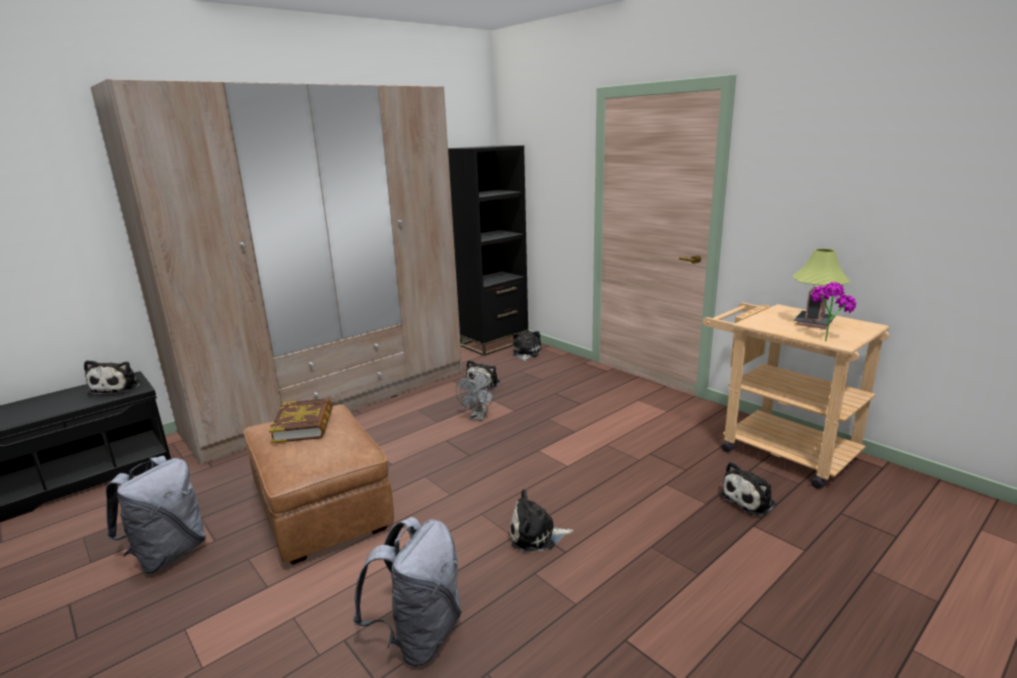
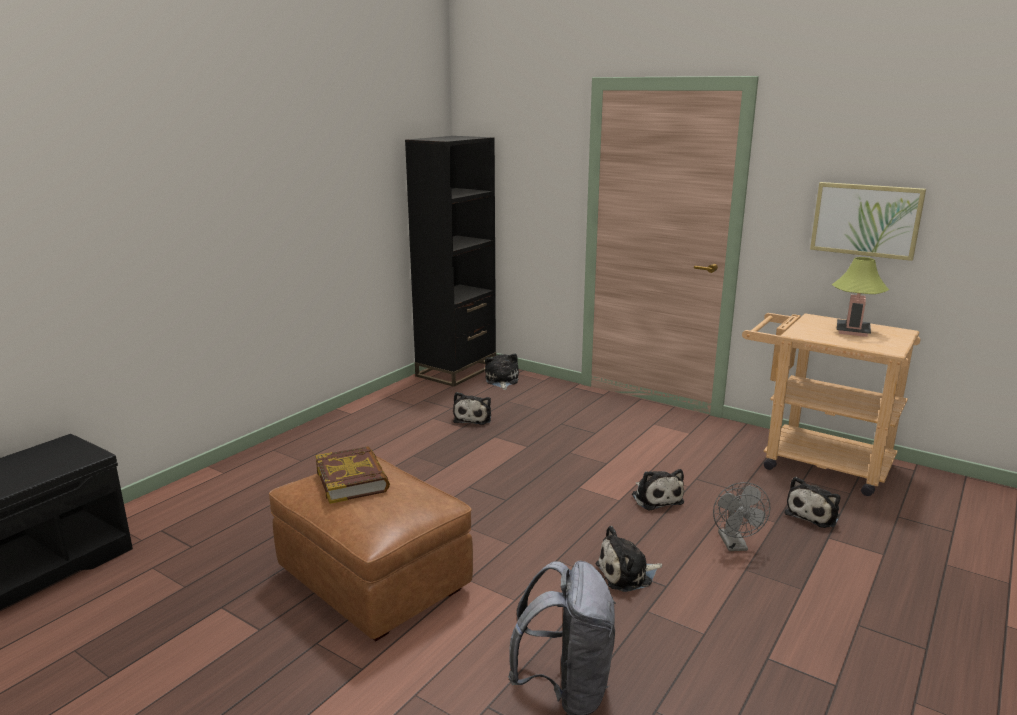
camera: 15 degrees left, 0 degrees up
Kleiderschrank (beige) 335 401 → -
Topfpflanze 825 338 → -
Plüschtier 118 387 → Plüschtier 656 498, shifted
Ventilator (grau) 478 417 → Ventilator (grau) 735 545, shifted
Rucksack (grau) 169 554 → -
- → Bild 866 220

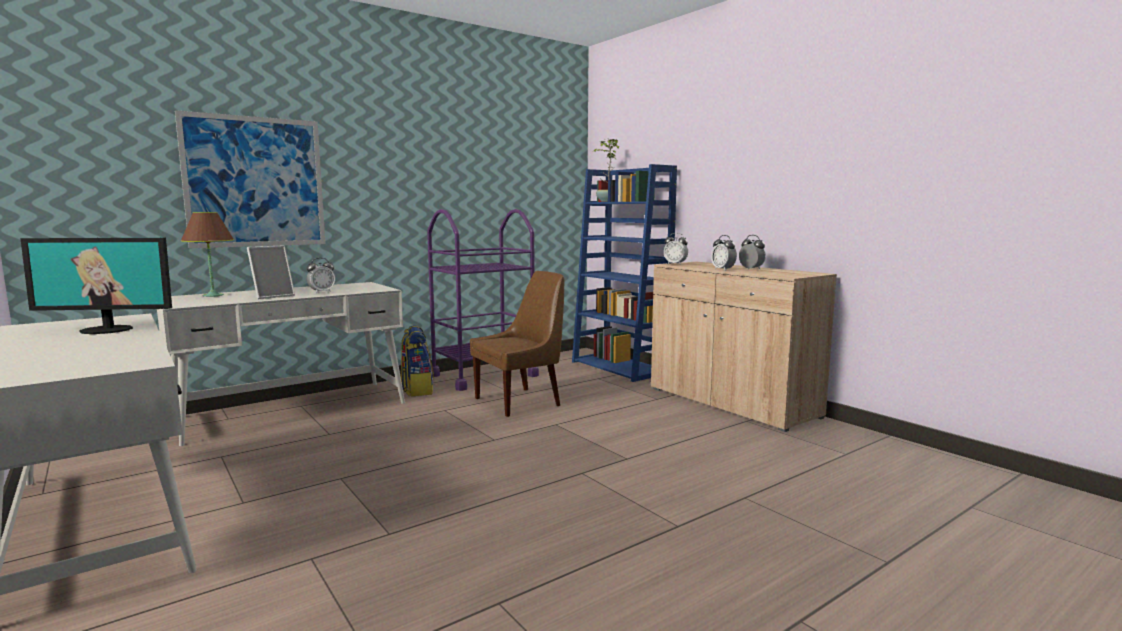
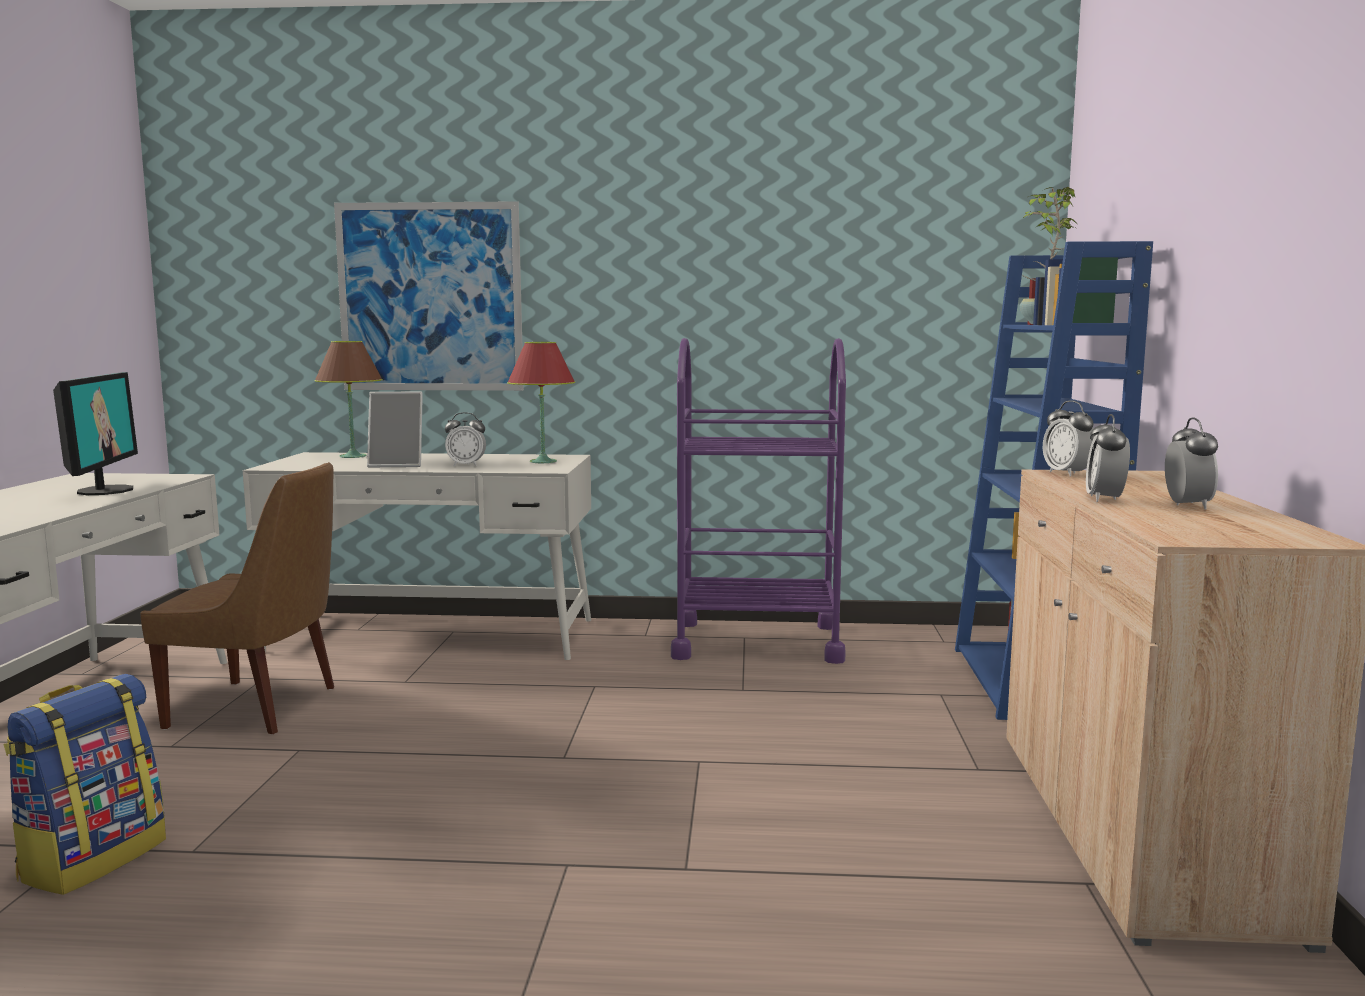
camera: 40 degrees right, 0 degrees up
Monitor 107 330 → Monitor 104 490, 135 degrees counterclockwise
Stuhl (braun) 520 401 → Stuhl (braun) 259 707, shifted
Rucksack 417 390 → Rucksack 93 859, shifted
- → Tischlampe (rot) 543 461

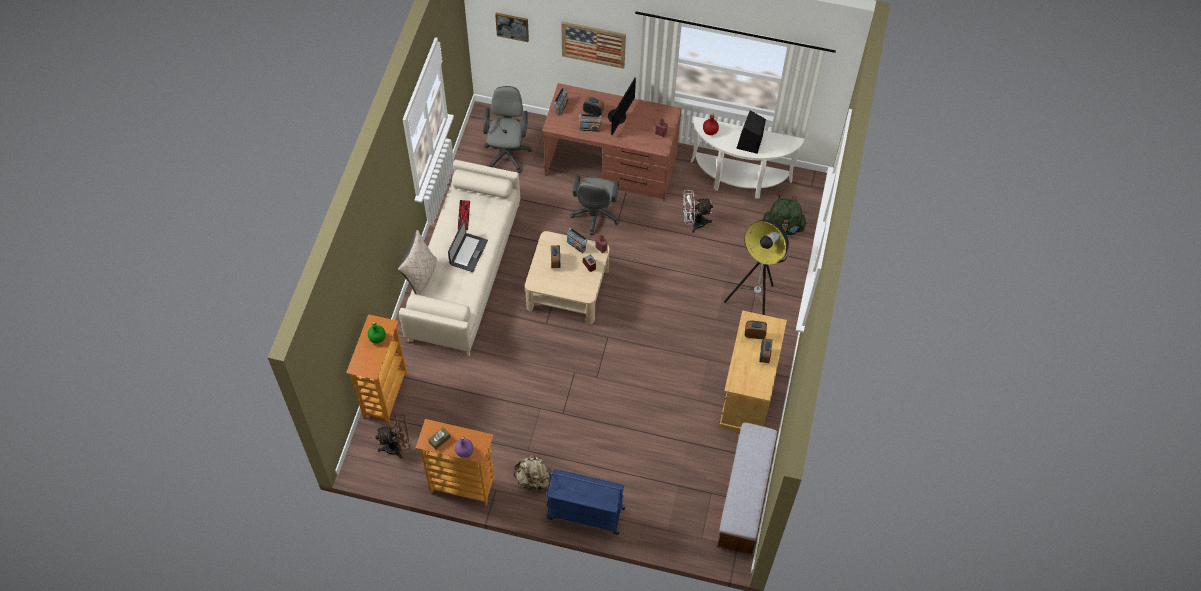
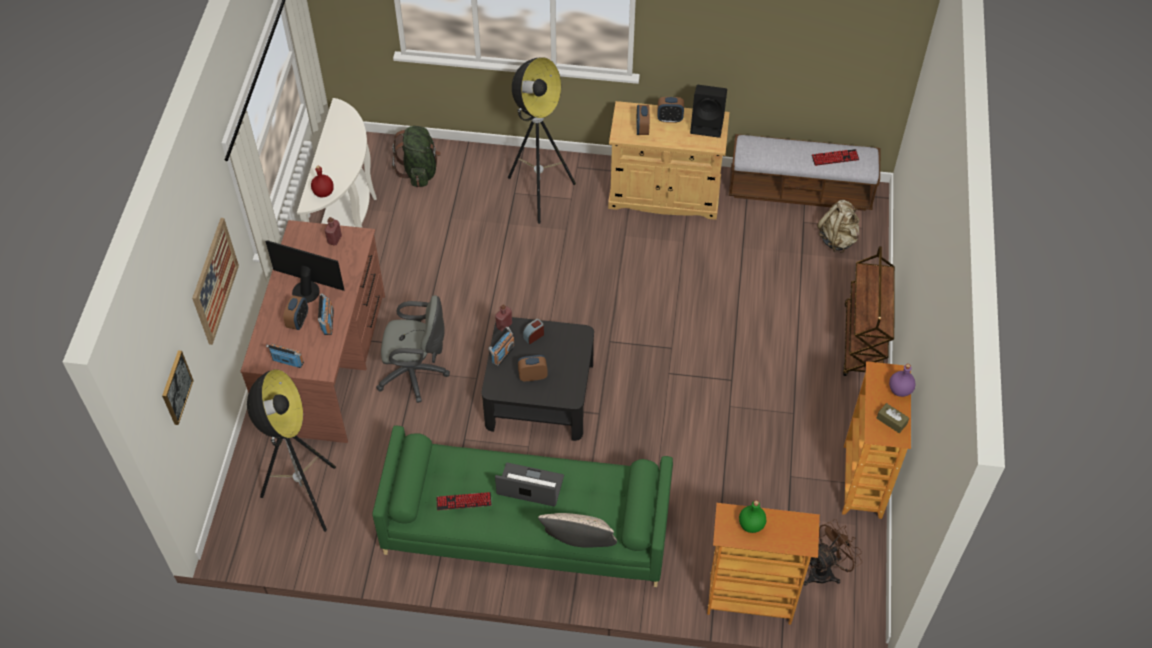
camera: 95 degrees left, 5 degrees down
Bürostuhl (grau) 507 152 → Stehlampe 304 497
Lautsprecher (schwarz) 749 143 → Lautsprecher (schwarz) 708 124, shifted
Sofa (beige) 464 271 → Sofa (grün) 525 527
Ventilator (weiß) 694 222 → -
Couchtisch (beige) 567 288 → Couchtisch (schwarz) 539 394
Ventilator (braun) 397 447 → Ventilator (braun) 825 570, 75 degrees clockwise
Rucksack (beige) 532 479 → Rucksack (beige) 837 239, shifted
Rollwagen (blau) 585 513 → Rollwagen (braun) 863 342
- → Tastatur 835 158

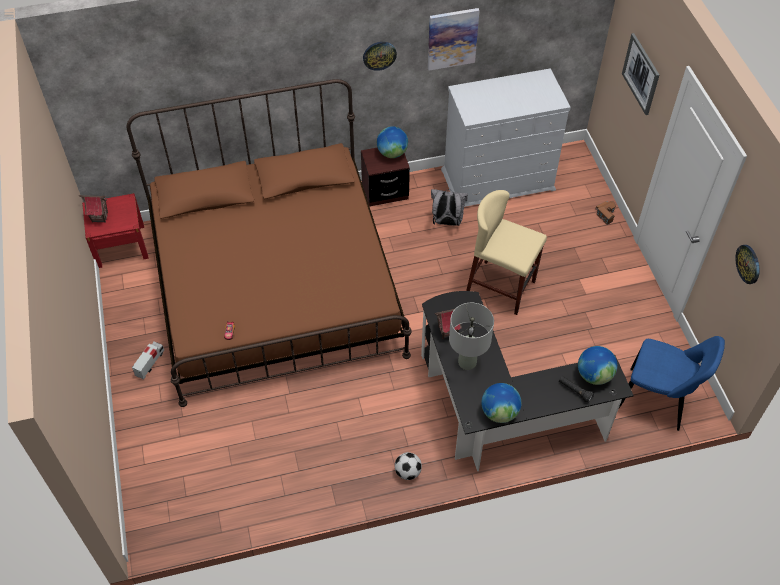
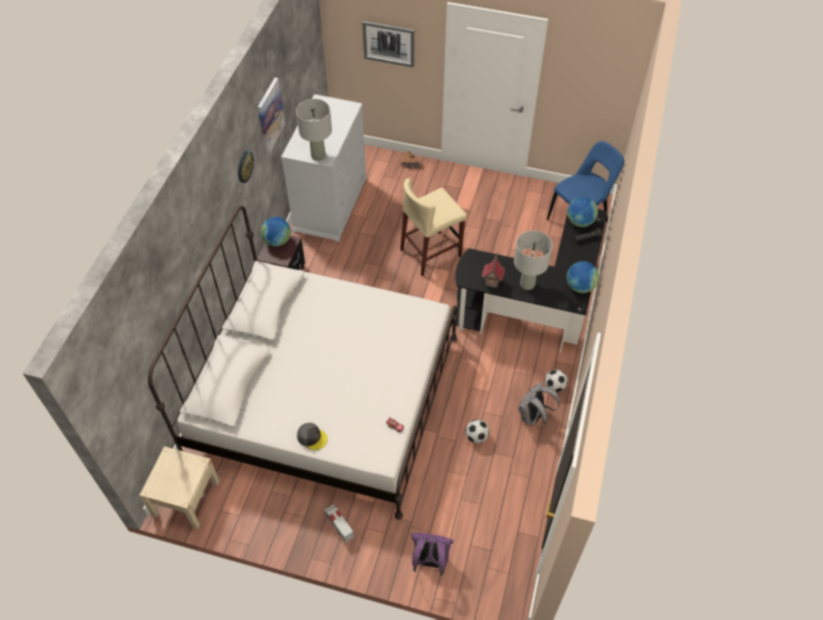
camera: 60 degrees left, 0 degrees up
Bett (braun) 275 287 → Bett (weiß) 324 396
Rucksack (grau) 446 222 → Rucksack (grau) 533 417, shifted
Nachttisch (rot) 121 246 → Nachttisch (beige) 186 498
Spielzeughaus 100 217 → -
Wanduhr 748 264 → -
- → Tischlampe (grau) 318 156
- → Fußball 476 436
- → Kappe (grau) 312 437
- → Rucksack (lila) 430 561

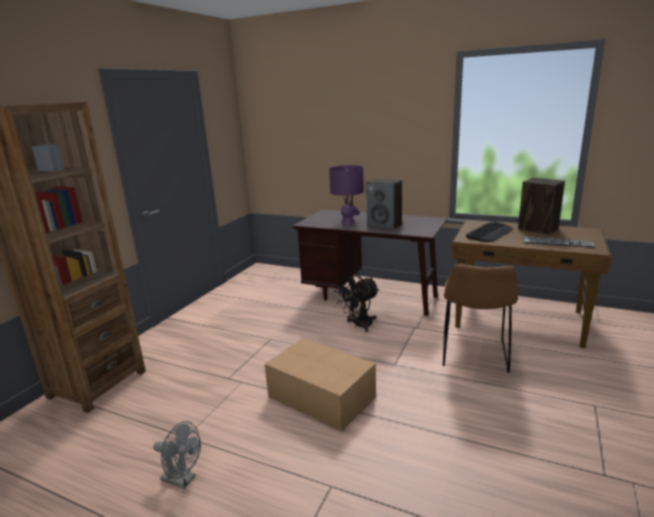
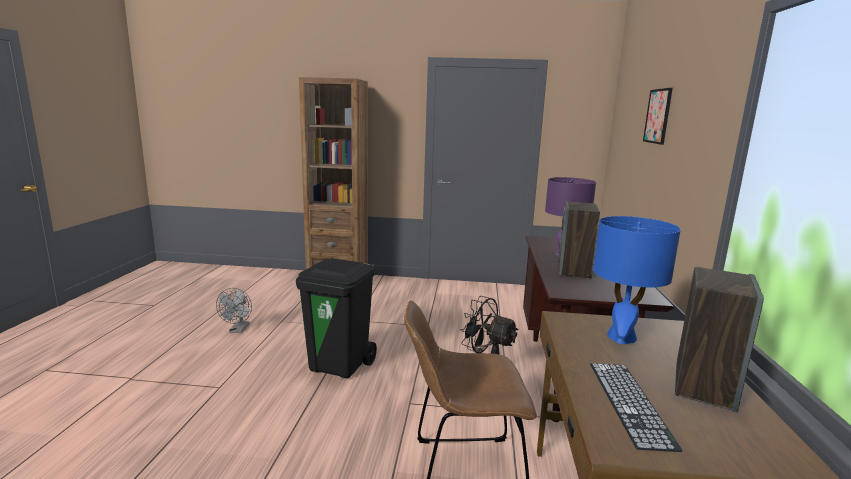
camera: 70 degrees right, 5 degrees down
Tastatur 490 233 → Tischlampe (blau) 621 337
Karton 320 395 → Mülleimer (schwarz) 340 365
- → Bild 658 116

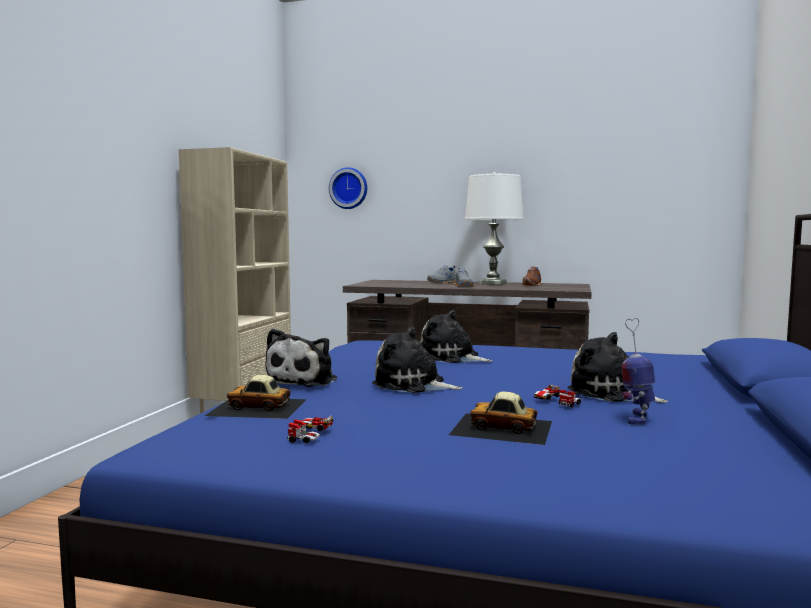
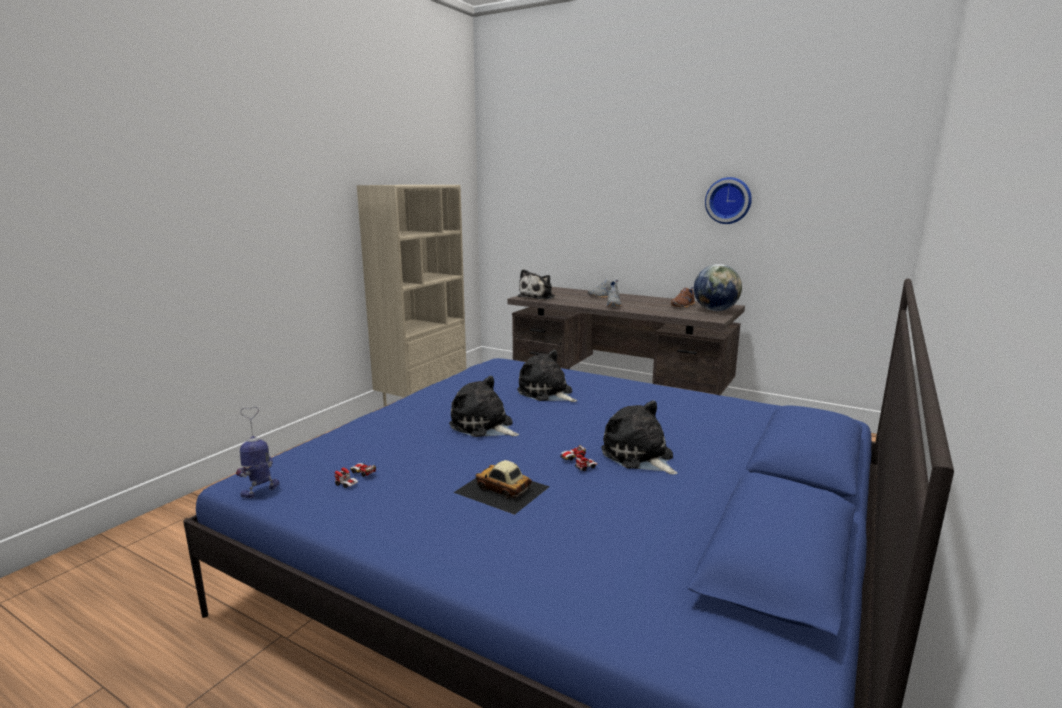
camera: 15 degrees right, 10 degrees up
Wanduhr 349 188 → Wanduhr 728 200, shifted
Tischlampe (weiß) 493 283 → -
Spielzeugroboter 636 418 → Spielzeugroboter 261 490, shifted
Plüschtier 304 381 → Plüschtier 538 297, shifted
Spielzeugauto 258 407 → -
- → Globus 715 310

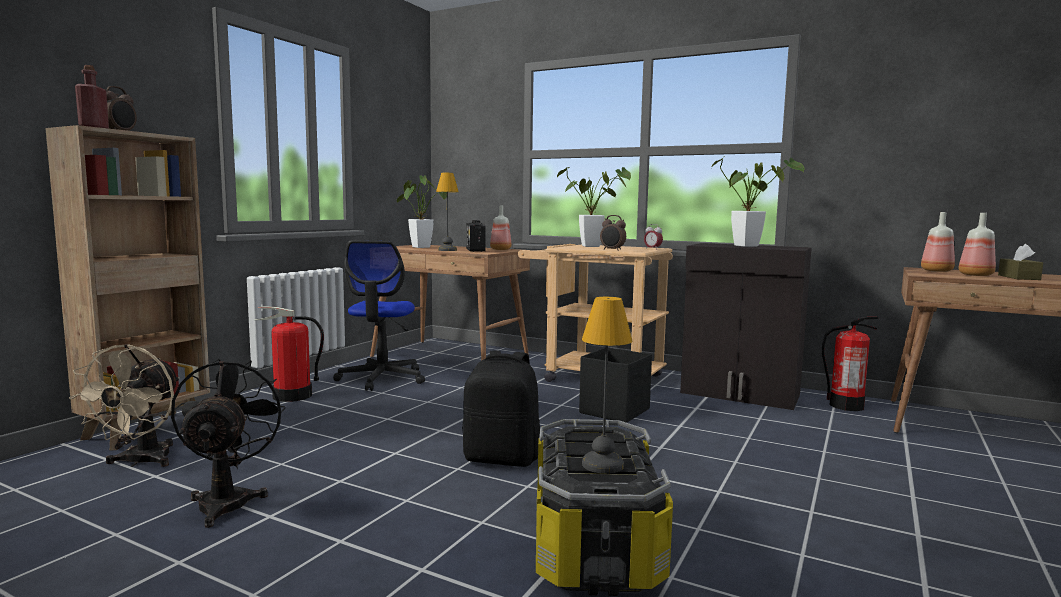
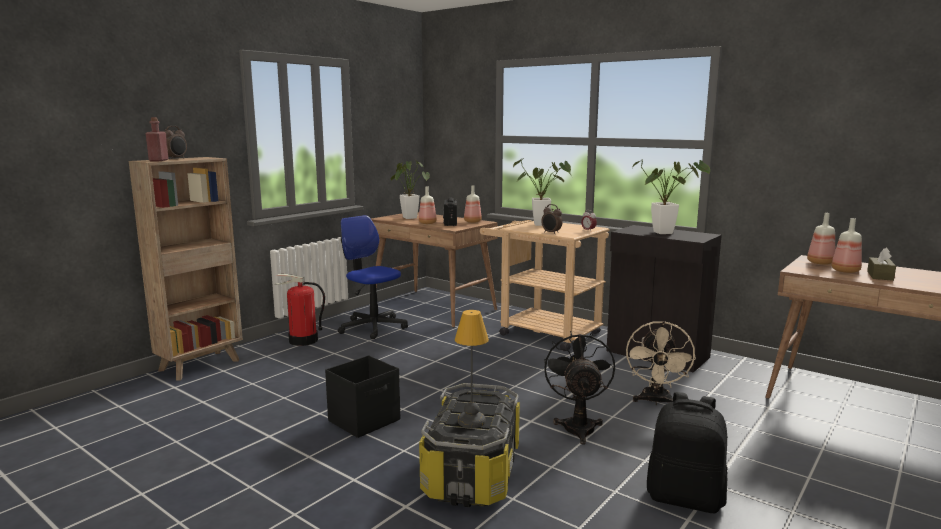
camera: 10 degrees right, 5 degrees up
Tischlampe 448 250 → Flasche 428 223
Bürostuhl 382 378 → Bürostuhl 373 327, 120 degrees clockwise
Feuerlöscher 845 406 → -
Ventilator (beige) 140 462 → Ventilator (beige) 656 401, shifted
Aufbewahrungsbox (schwarz) 615 411 → Aufbewahrungsbox (schwarz) 365 420, shifted
Rucksack (schwarz) 502 458 → Rucksack (schwarz) 685 498, shifted
Ventilator (schwarz) 228 500 → Ventilator (schwarz) 578 425, shifted

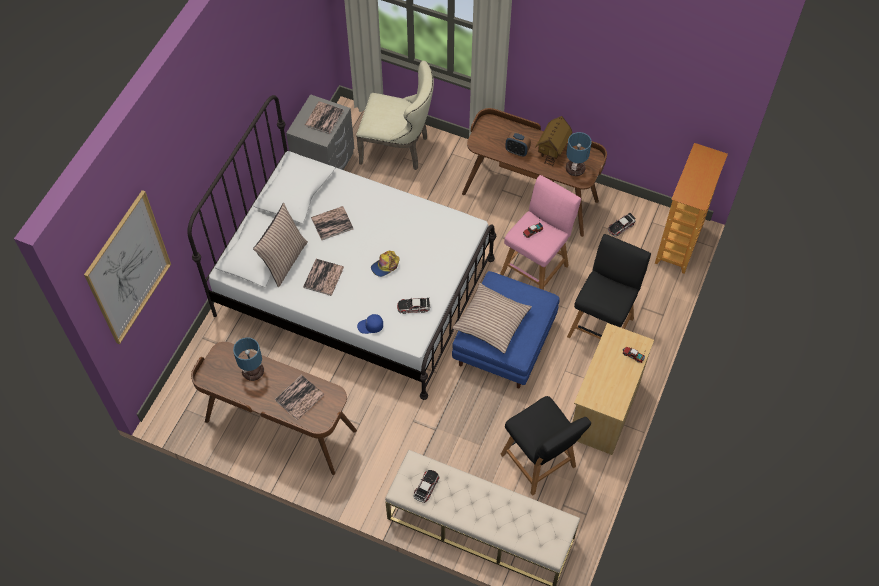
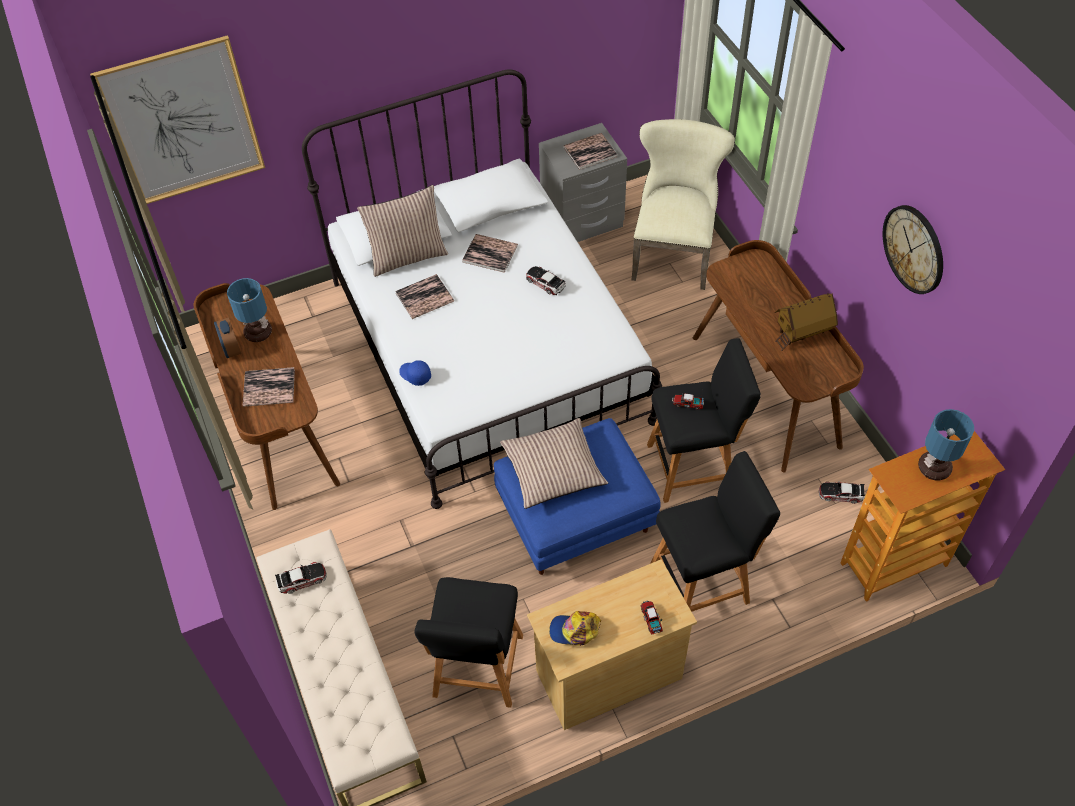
camera: 45 degrees right, 5 degrees down
Stuhl (beige) 398 149 → Stuhl (beige) 673 251, 135 degrees counterclockwise
Wecker 517 151 → Wecker 231 348, shifted
Tischlampe 575 168 → Tischlampe 934 467, shifted
Hocker (rosa) 536 267 → Hocker (schwarz) 694 466
Kappe 385 265 → Kappe 574 630, shifted
Spielzeugauto 413 307 → Spielzeugauto 545 283, shifted
- → Wanduhr 914 249

